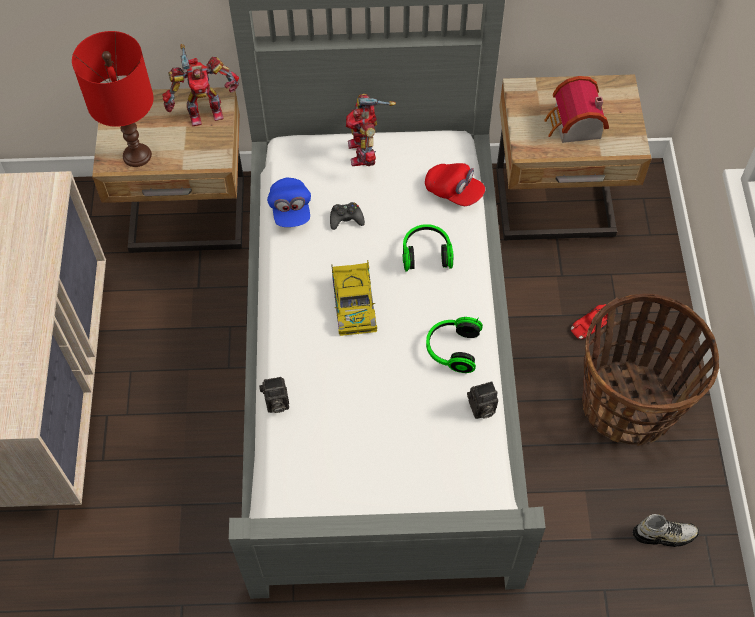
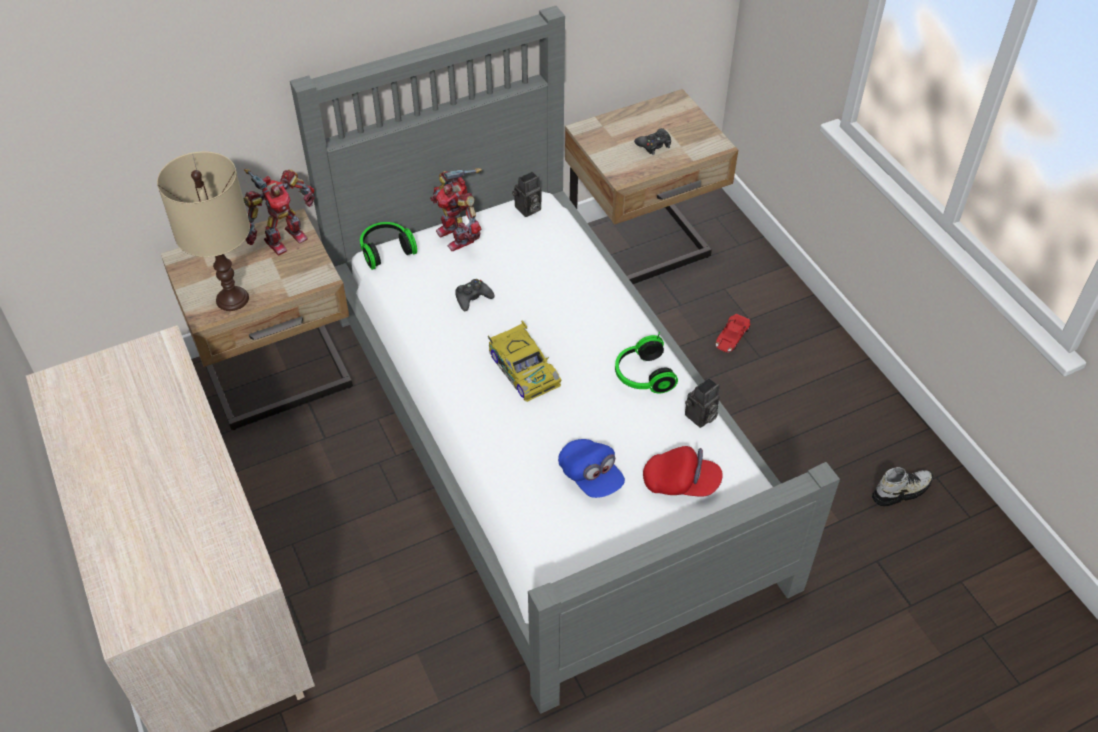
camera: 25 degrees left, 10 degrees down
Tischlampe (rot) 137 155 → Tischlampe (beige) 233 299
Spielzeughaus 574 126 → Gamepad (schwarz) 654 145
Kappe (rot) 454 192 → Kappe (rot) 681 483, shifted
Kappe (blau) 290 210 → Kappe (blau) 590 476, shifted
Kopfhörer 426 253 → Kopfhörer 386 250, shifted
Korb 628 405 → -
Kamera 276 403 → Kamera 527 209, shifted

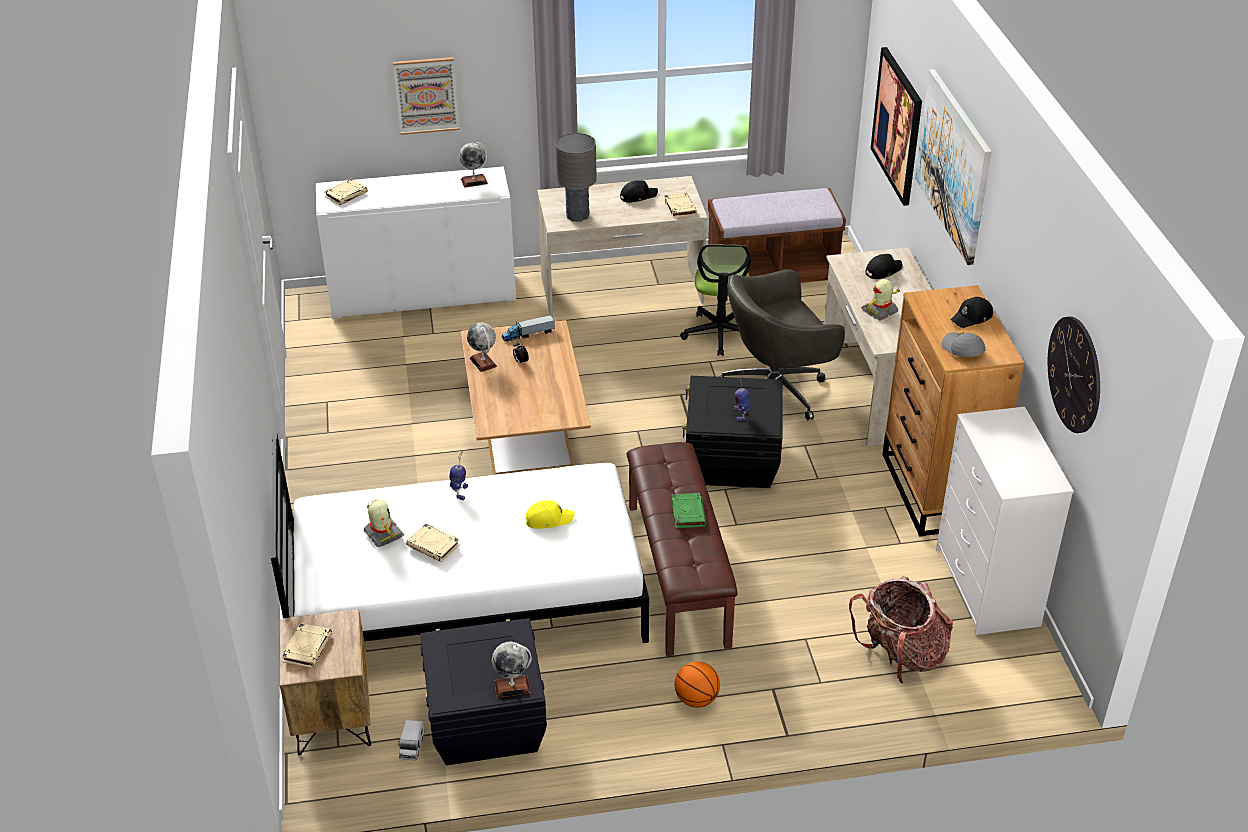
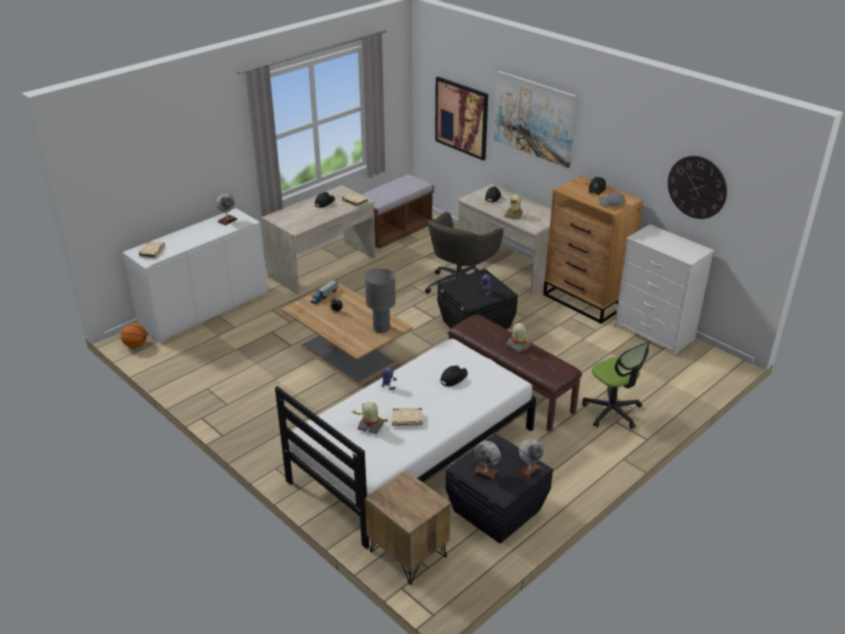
camera: 35 degrees left, 5 degrees down
Bild 426 95 → -
Tischlampe (grau) 578 216 → Tischlampe (grau) 381 328, shifted
Bürostuhl 720 333 → Bürostuhl 612 411, shifted
Globus 483 362 → Globus 485 473, shifted
Buch (grün) 688 513 → Spielzeugroboter 518 346
Kappe (gelb) 548 519 → Kappe (schwarz) 453 378
Rucksack 901 655 → -
Buch (beige) 307 648 → -
Basketball 696 699 → Basketball 135 345, shifted
Spielzeuglaster 411 746 → -

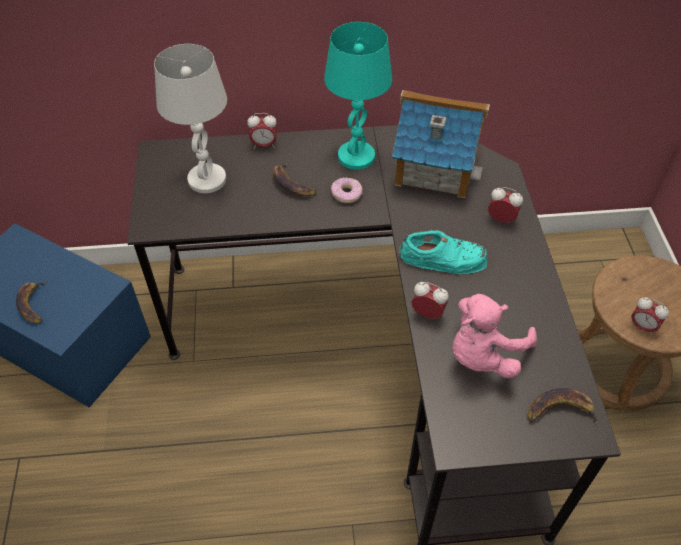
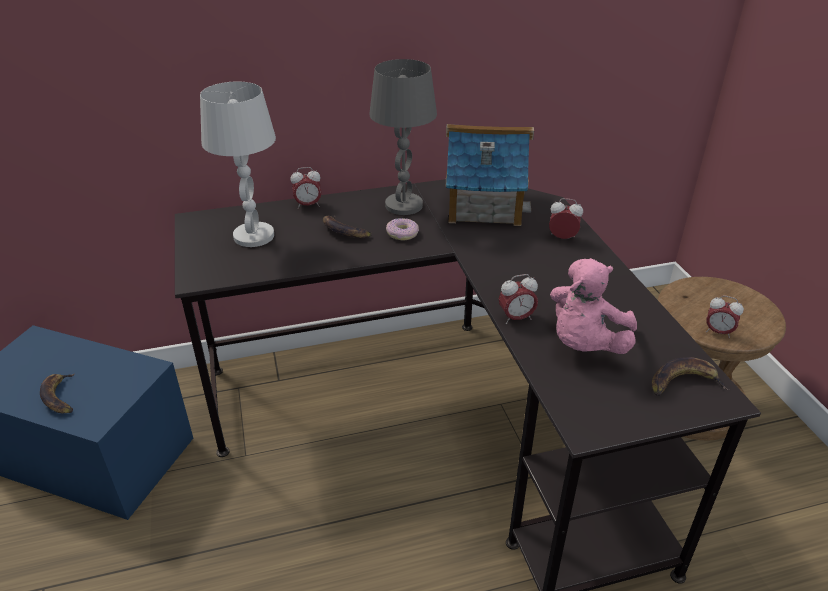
camera: 10 degrees left, 15 degrees down
Tischlampe (türkis) 356 157 → Tischlampe (grau) 404 205
Schuh (türkis) 443 258 → -
Wecker 428 313 → Wecker 516 318, 150 degrees clockwise

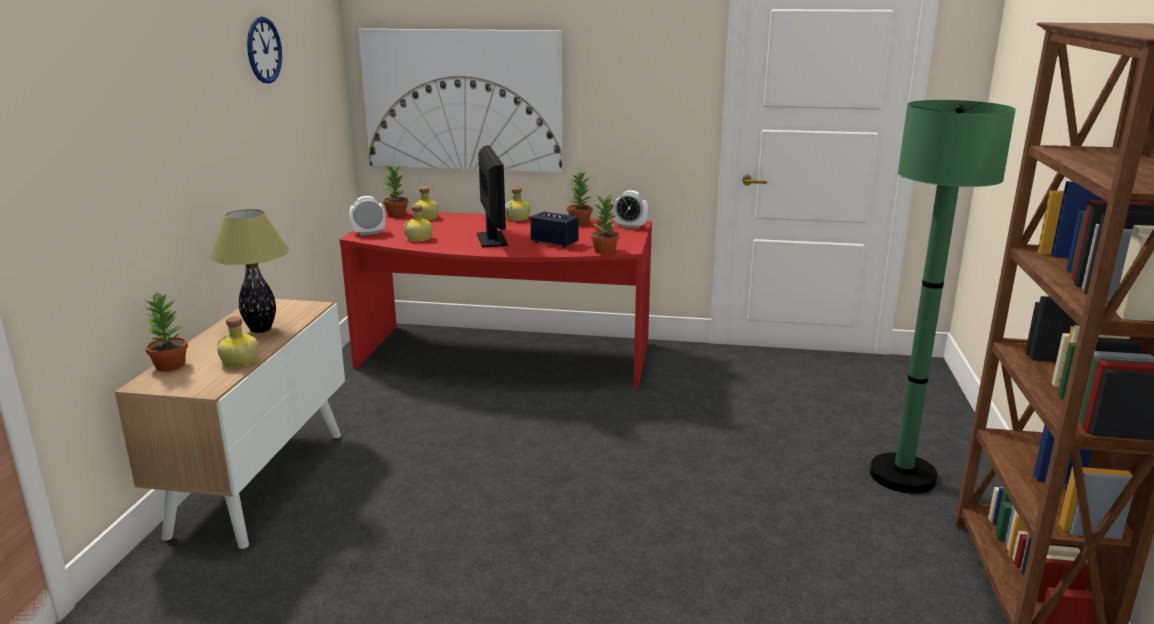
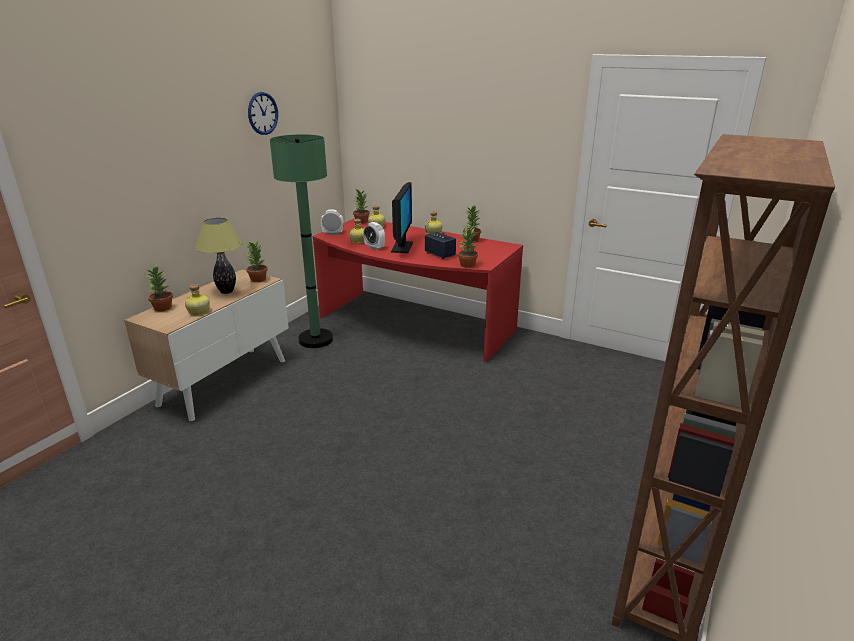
camera: 20 degrees right, 5 degrees up
Bild 462 100 → -
Stehlampe (grün) 902 475 → Stehlampe (grün) 316 340, shifted
Wecker 630 226 → Wecker 374 247, shifted
- → Topfpflanze 257 279

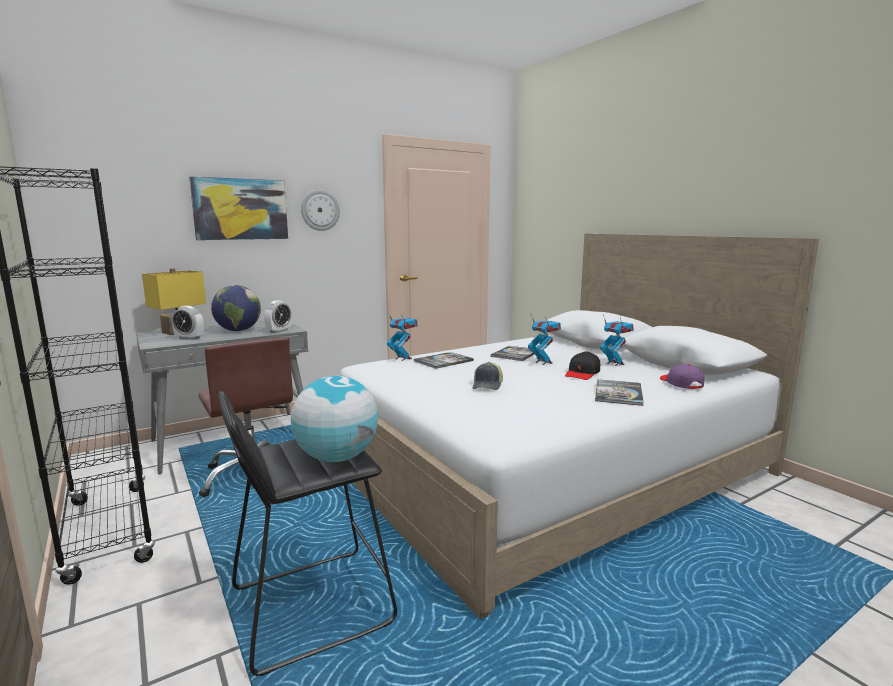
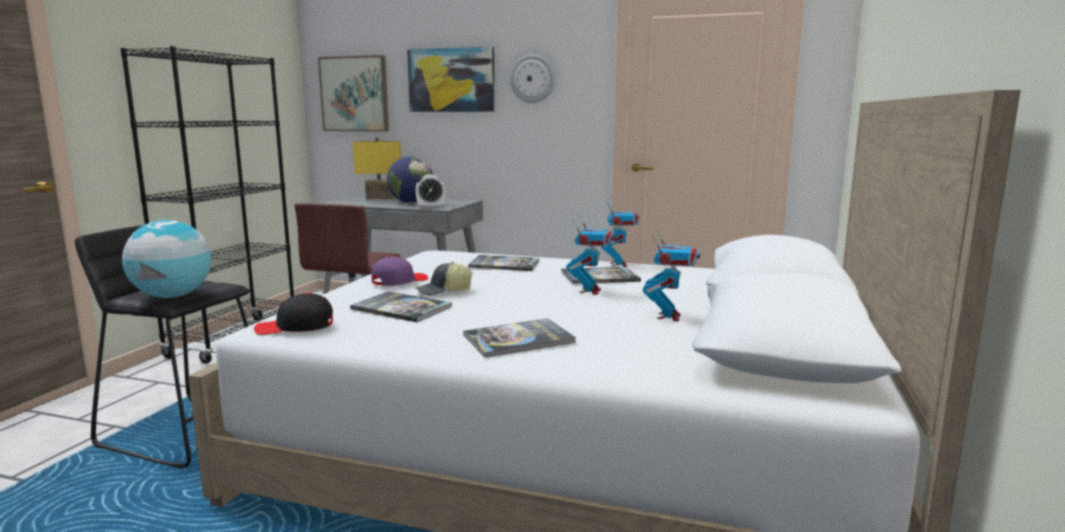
camera: 50 degrees right, 0 degrees up
Wecker 189 338 → -
Spielzeugroboter 403 358 → Spielzeugroboter 618 264, shifted
Kappe (schwarz) 582 373 → Kappe (schwarz) 295 327, shifted
Kappe (lila) 681 383 → Kappe (lila) 399 281, shifted
- → Bild 354 94
- → Buch 401 308

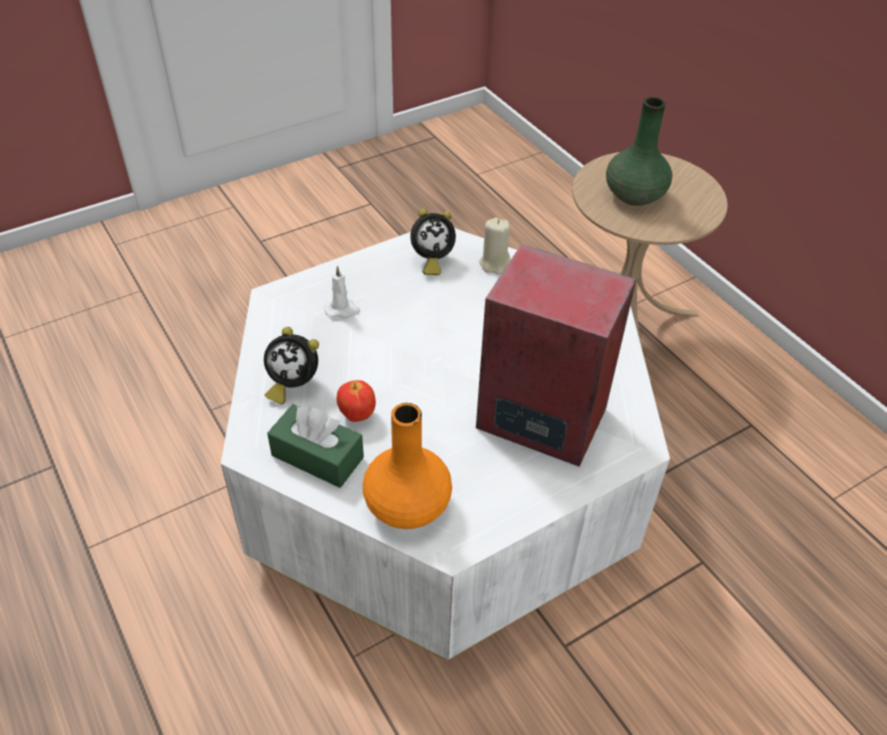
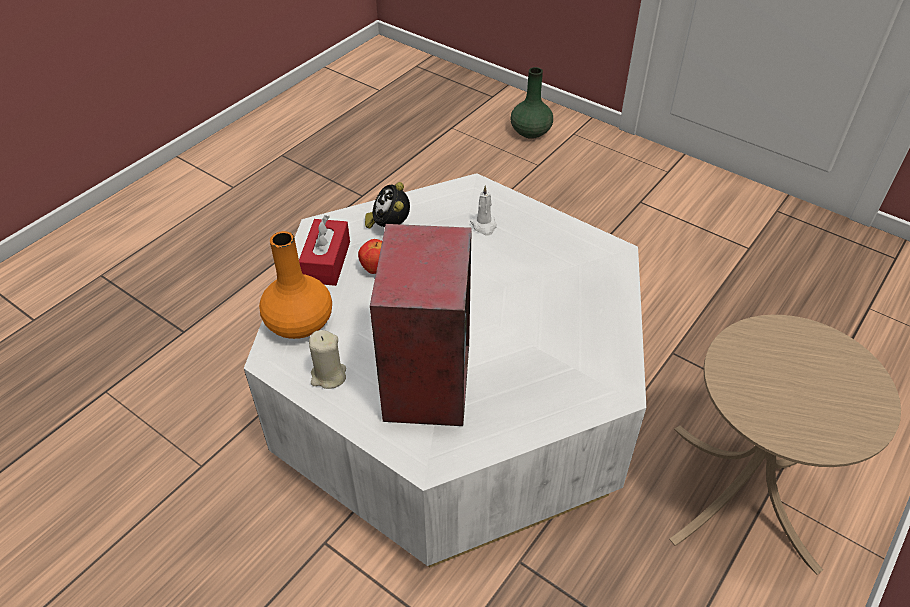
camera: 70 degrees right, 0 degrees up
Vase (grün) 634 196 → Vase (grün) 530 131, shifted
Wecker 431 260 → -
Kerze (beige) 495 264 → Kerze (beige) 328 376, shifted
Taschentuchbox (grün) 317 456 → Taschentuchbox (rot) 326 262

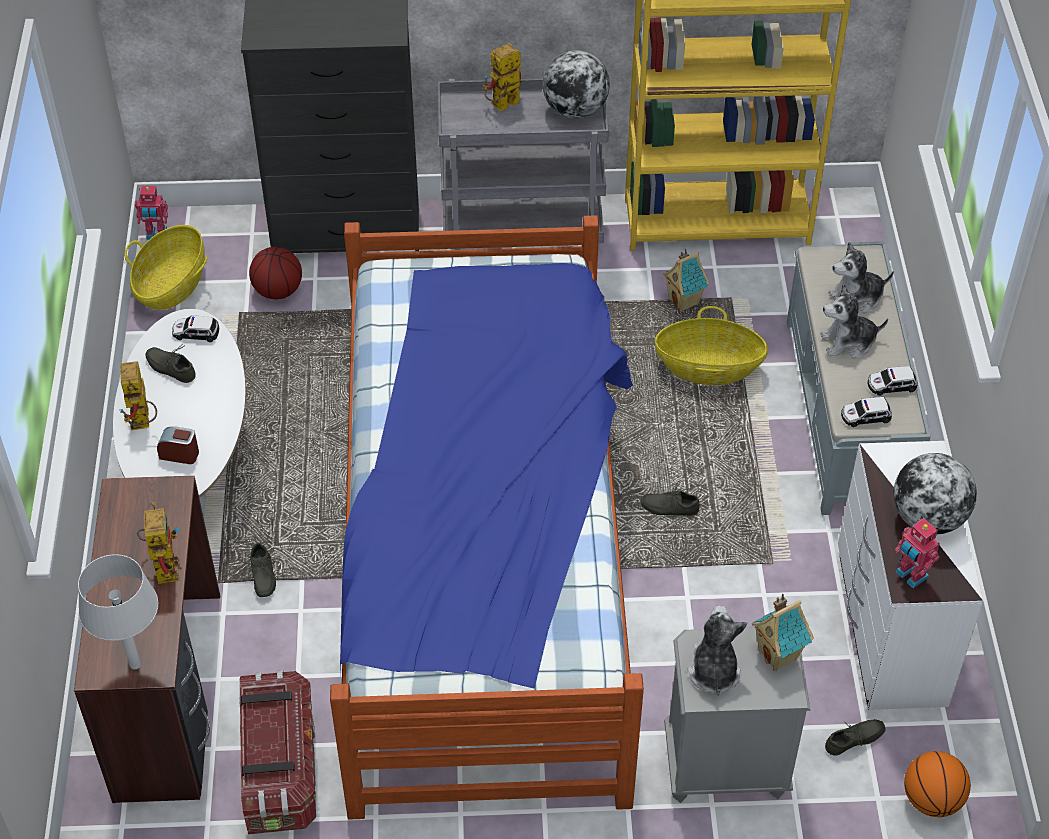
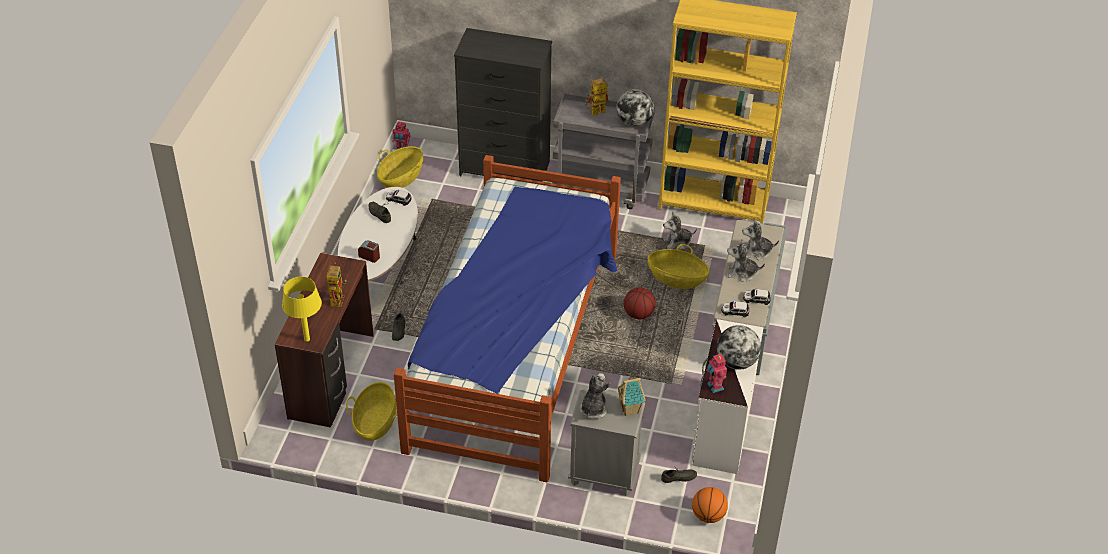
camera: 15 degrees right, 5 degrees down
Basketball 278 291 → Basketball 638 314, shifted
Spielzeughaus 684 302 → Plüschtier 677 242
Spielzeugroboter 143 424 → -
Schuh (grau) 669 506 → -
Tischlampe (grau) 134 664 → Tischlampe (gelb) 306 339
Aufbewahrungsbox 280 768 → Korb 375 422

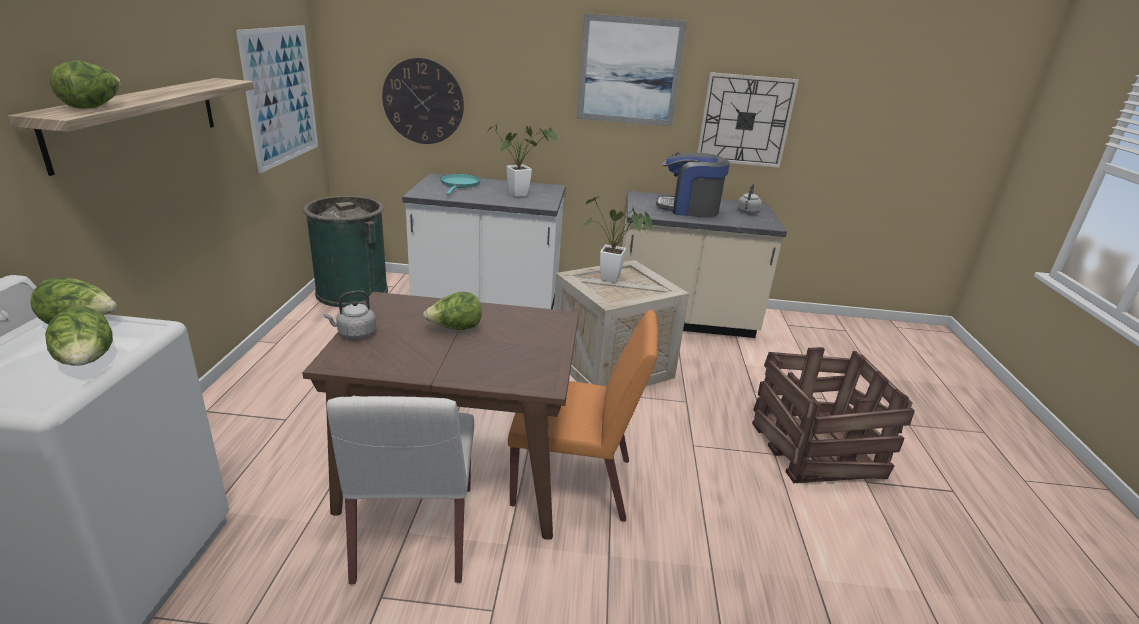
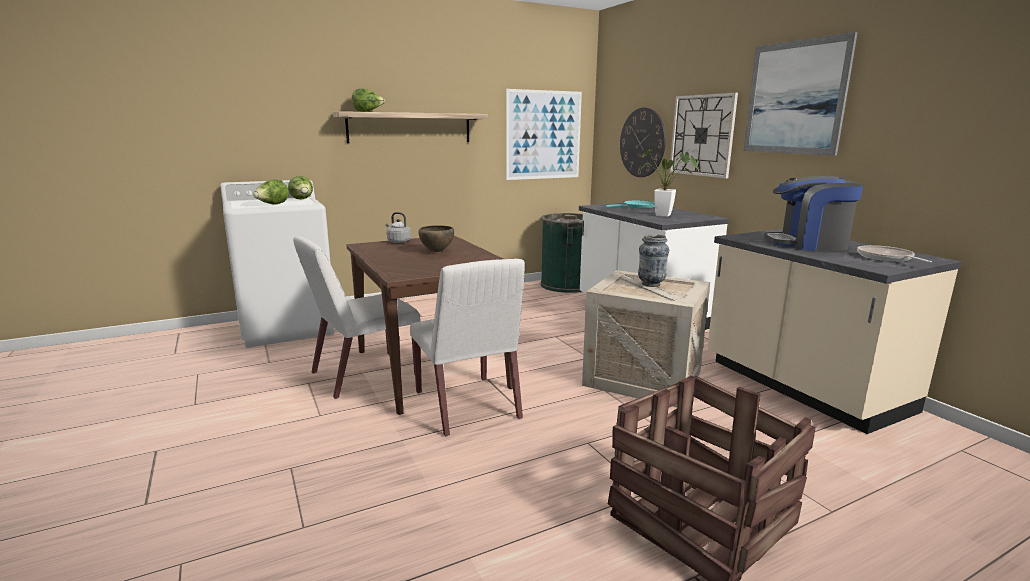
camera: 60 degrees right, 10 degrees down
Wanduhr 745 120 → Wanduhr 702 135, shifted
Kaffeemaschine 689 209 → Kaffeemaschine 808 244, 60 degrees counterclockwise
Wasserkessel (grau) 747 212 → Pfanne 886 258
Topfpflanze 615 280 → Vase 651 284
Salatkopf 455 329 → Schüssel (braun) 436 251
Stuhl (orange) 574 482 → Stuhl (weiß) 467 405

